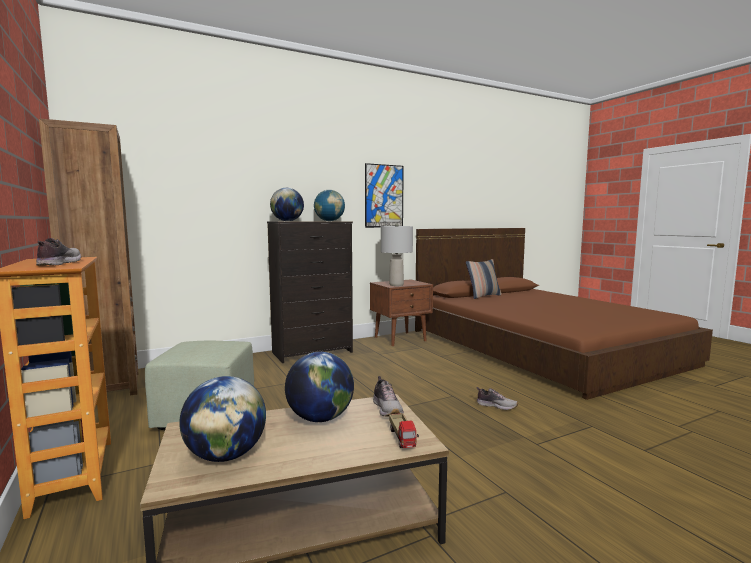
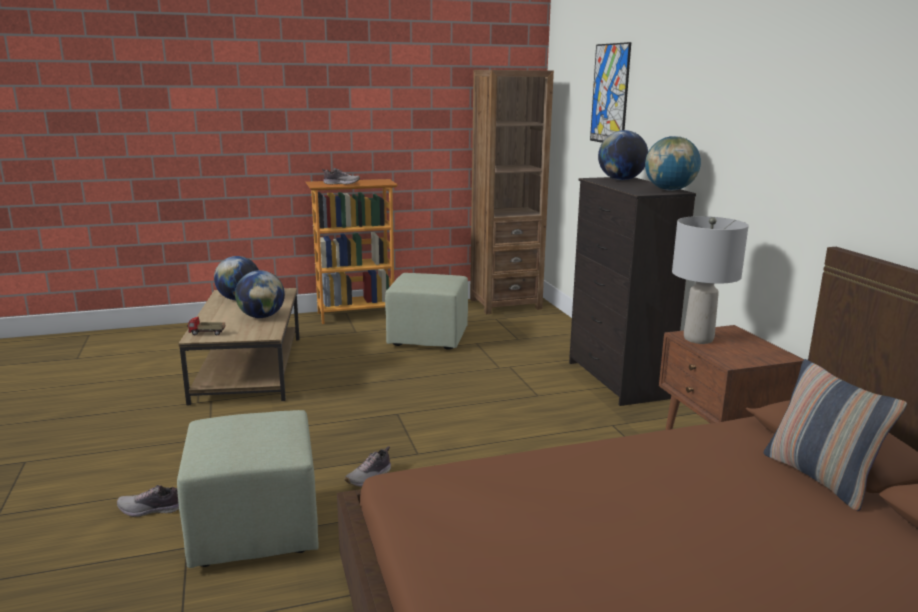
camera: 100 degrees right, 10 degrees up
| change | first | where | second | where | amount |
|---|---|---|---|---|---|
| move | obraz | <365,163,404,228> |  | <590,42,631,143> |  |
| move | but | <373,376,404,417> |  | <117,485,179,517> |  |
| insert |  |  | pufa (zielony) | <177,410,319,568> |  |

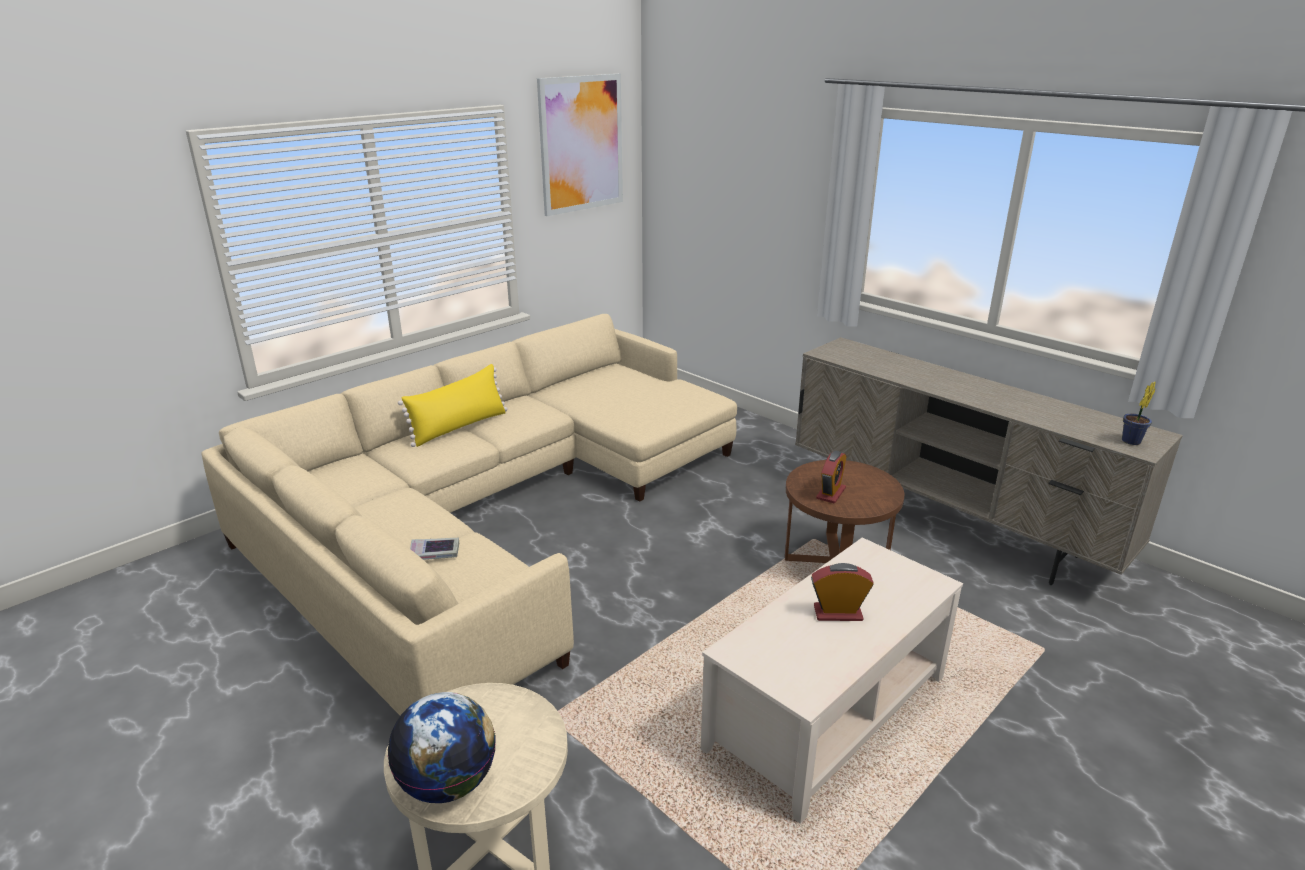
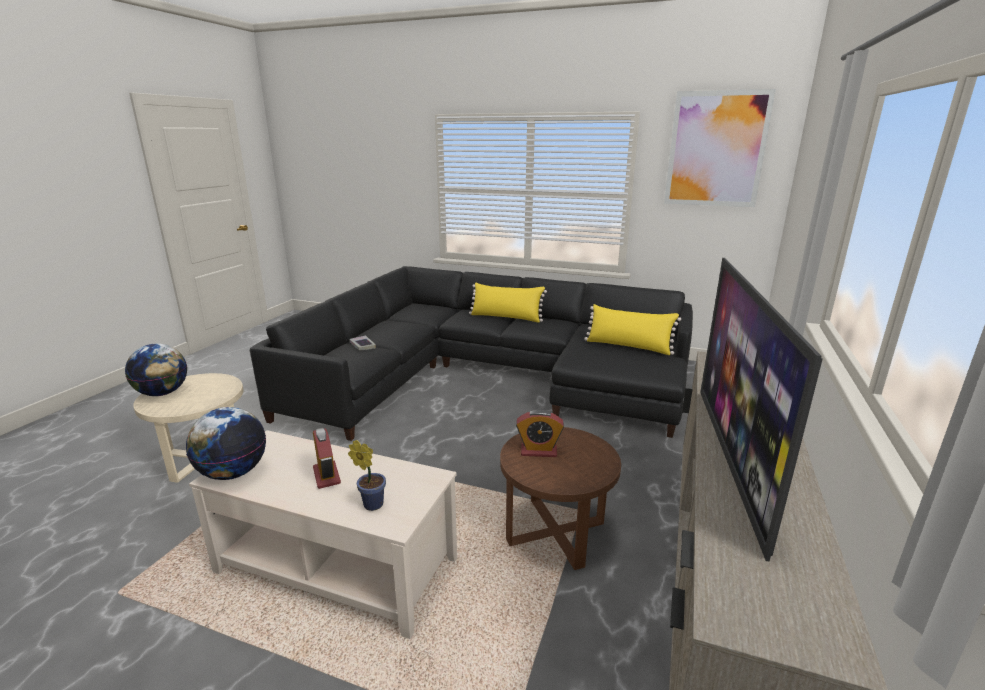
camera: 65 degrees right, 5 degrees down
| change | first | where | second | where | amount |
|---|---|---|---|---|---|
| recolor | kanapa (beżowy) | <201,314,737,716> | kanapa (czarny) | <250,266,693,441> |  |
| move | roślina doniczkowa | <1122,381,1156,445> |  | <348,440,386,511> |  |
| insert |  |  | telewizor | <700,258,823,561> |  |
| insert |  |  | poduszka (żółty) | <584,304,681,355> |  |
| insert |  |  | globus | <186,407,266,480> |  |

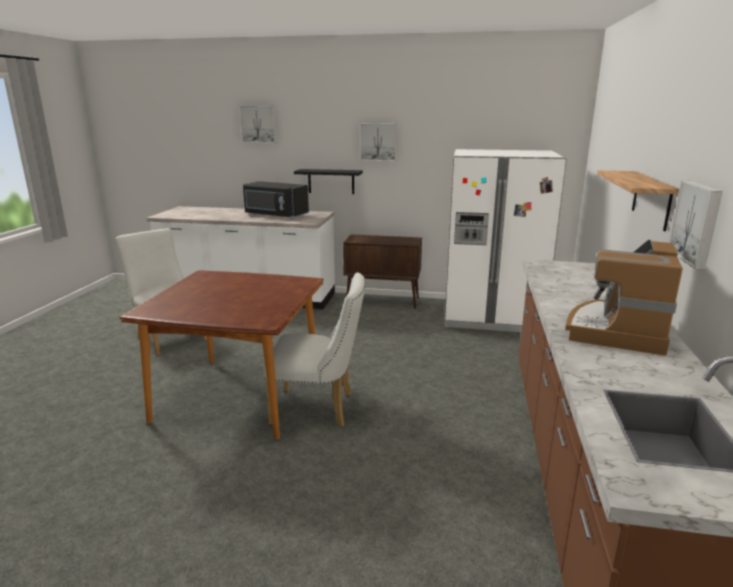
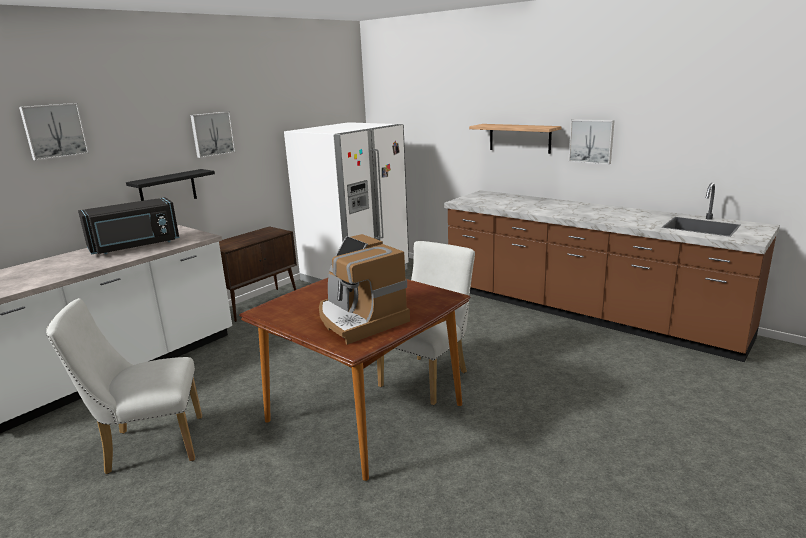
camera: 60 degrees left, 0 degrees up
| change | first | where | second | where | amount |
|---|---|---|---|---|---|
| move | ekspres do kawy | <565,240,683,356> |  | <319,234,410,345> |  |

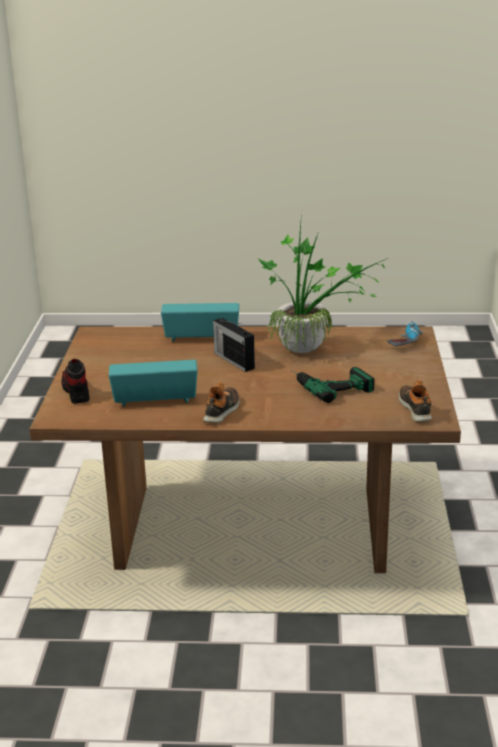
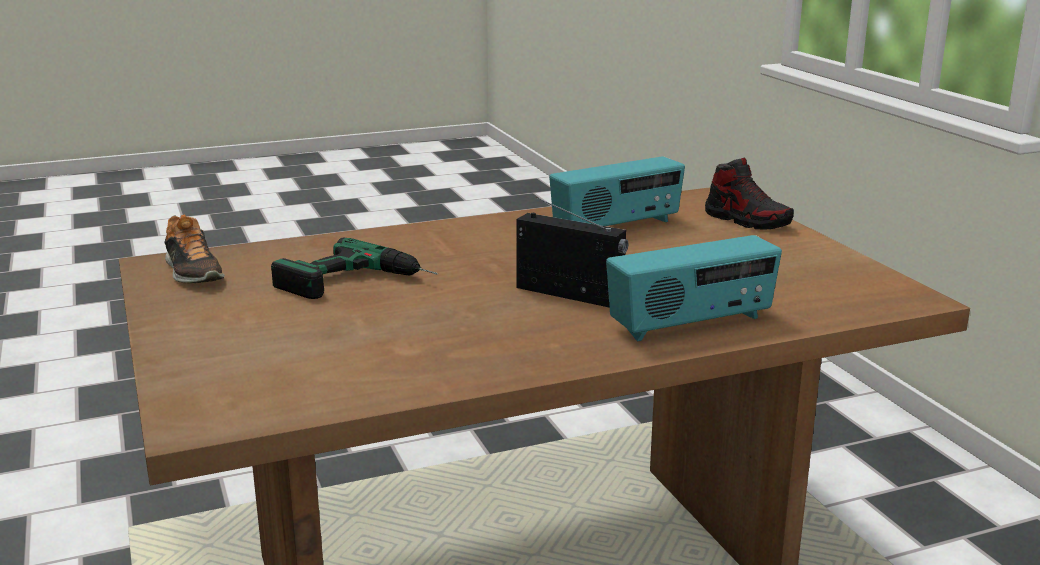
camera: 155 degrees right, 5 degrees down
| change | first | where | second | where | amount |
|---|---|---|---|---|---|
| delete | roślina doniczkowa | <258,212,388,354> |  |  |  |
| delete | wiertarka | <387,321,422,346> |  |  |  |
| delete | but | <203,382,240,424> |  |  |  |

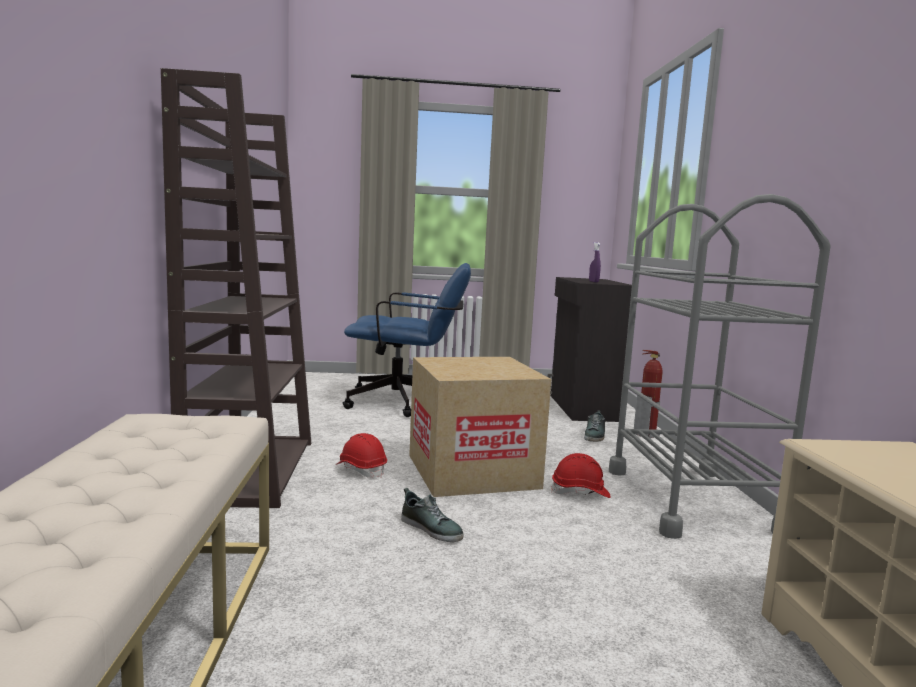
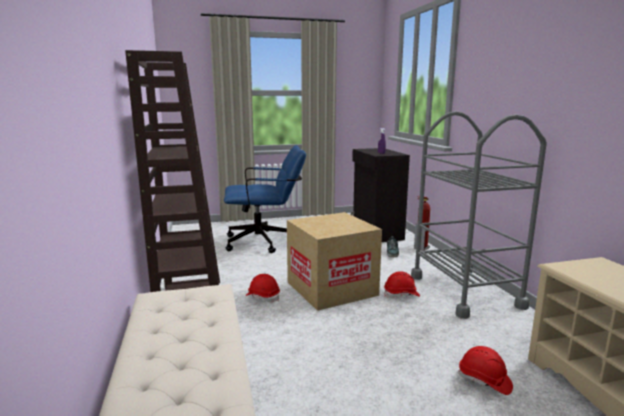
camera: 10 degrees left, 5 degrees up
| change | first | where | second | where | amount |
|---|---|---|---|---|---|
| delete | but | <401,488,463,542> |  |  |  |
| insert |  |  | kask (czerwony) | <458,346,513,395> |  |

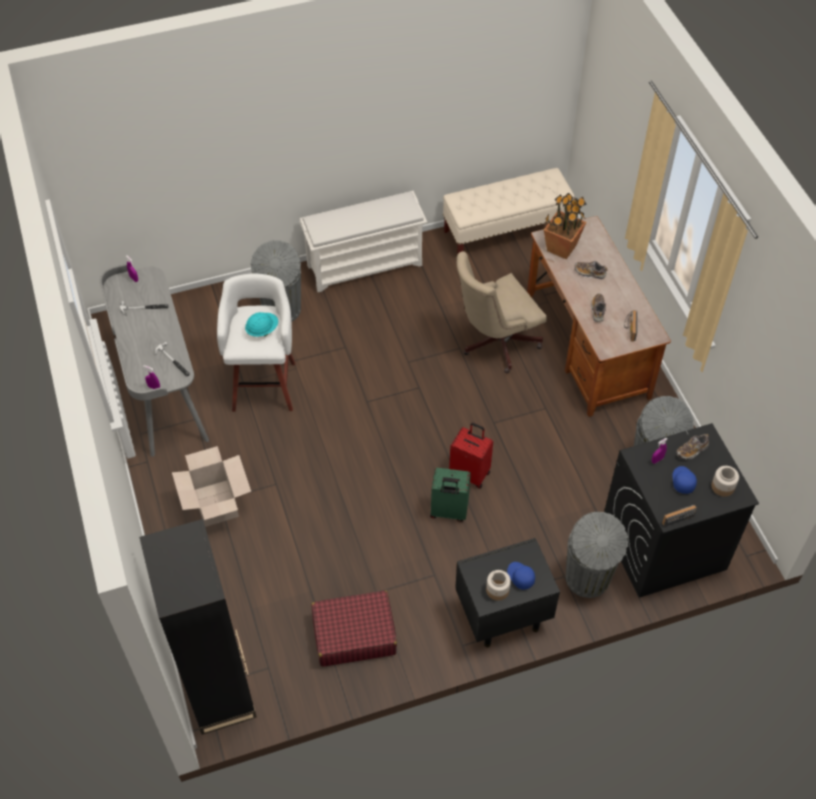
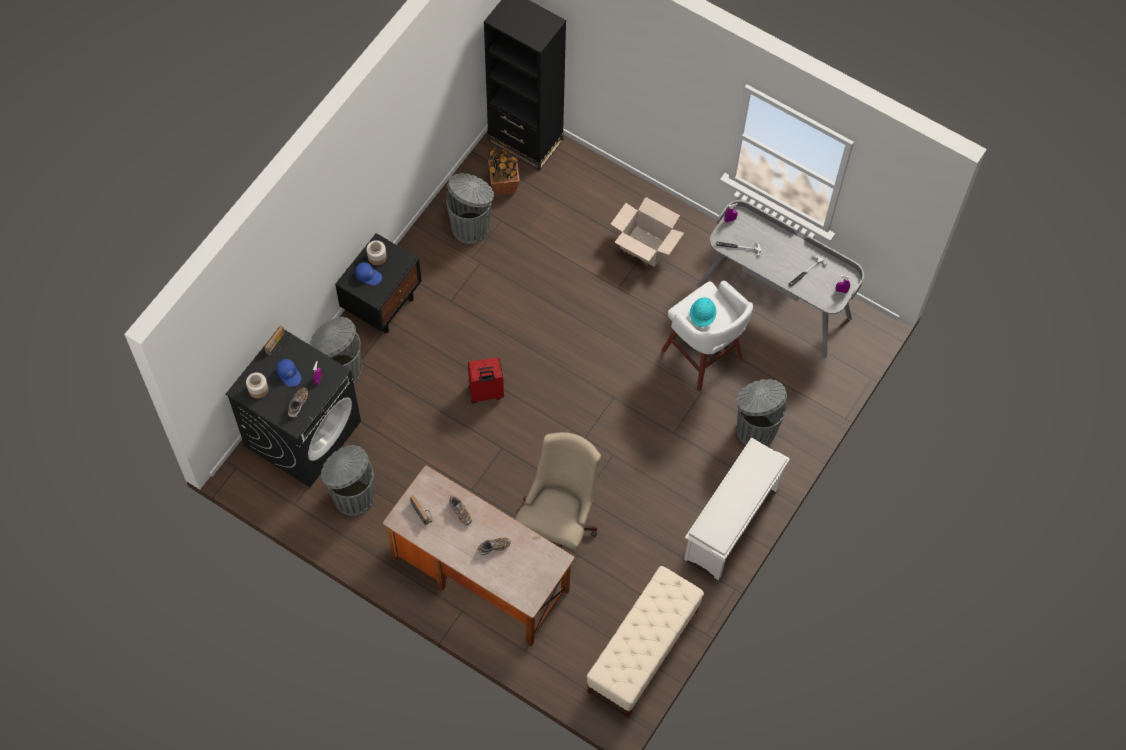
camera: 140 degrees right, 10 degrees up
| change | first | where | second | where | amount |
|---|---|---|---|---|---|
| move | roślina doniczkowa | <544,193,587,259> |  | <488,141,521,195> |  |
| delete | walizka (zielony) | <430,468,471,522> |  |  |  |
| replace | walizka (czerwony) | <311,590,397,667> | kosz na śmieci (szary) | <446,173,494,244> |  |

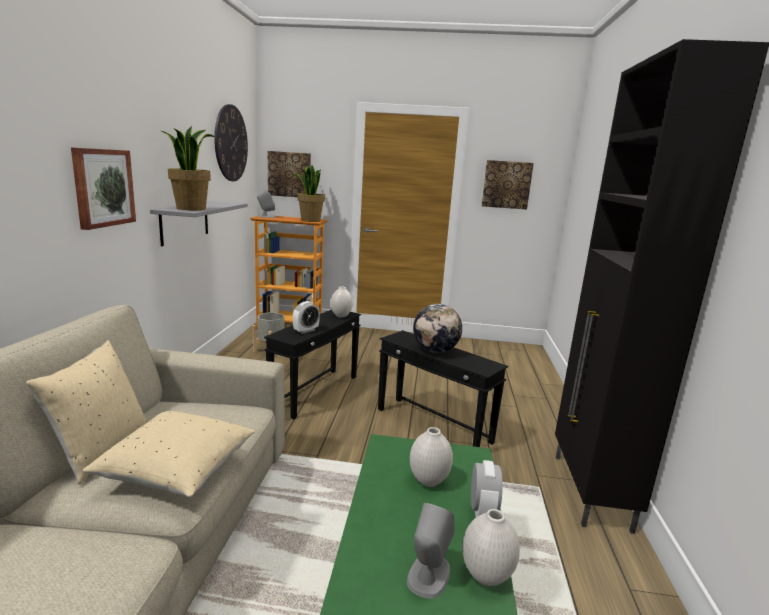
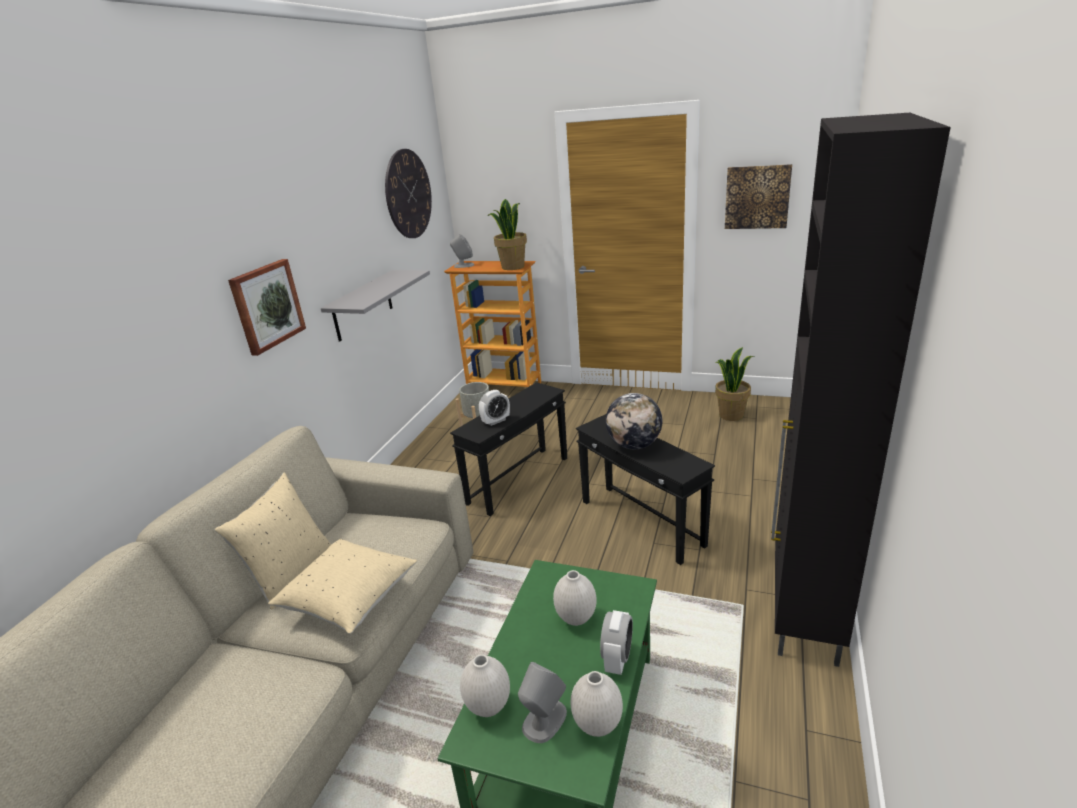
camera: 15 degrees right, 10 degrees up
| change | first | where | second | where | amount |
|---|---|---|---|---|---|
| move | roślina doniczkowa | <161,126,215,210> |  | <715,347,755,421> |  |
| delete | obraz | <268,151,311,197> |  |  |  |
| move | wazon (biały) | <331,286,353,318> |  | <460,654,510,717> |  |

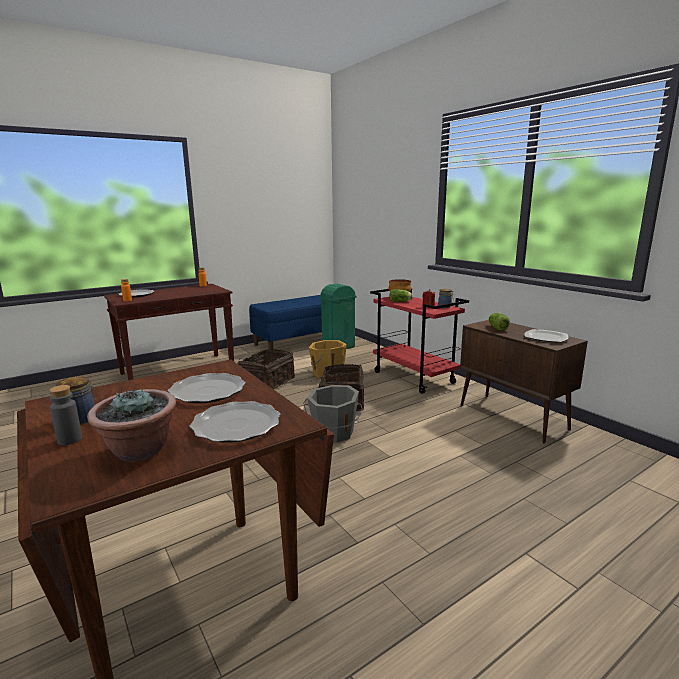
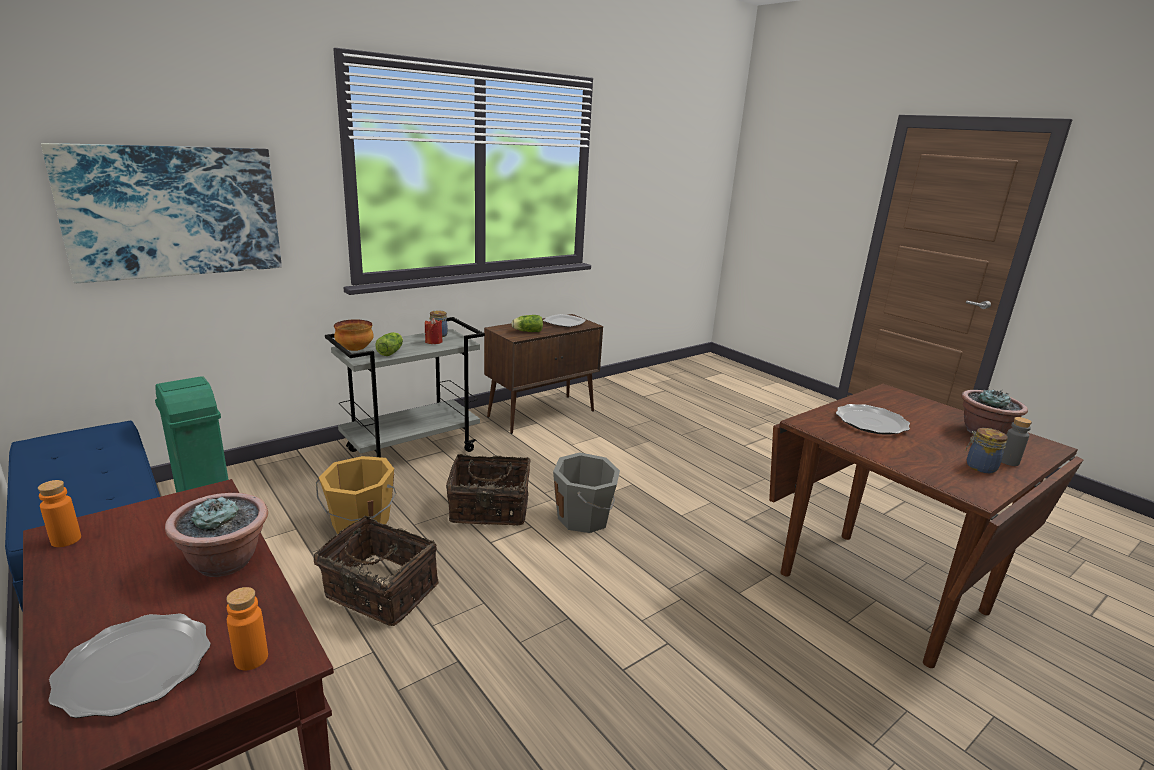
camera: 95 degrees left, 5 degrees up
| change | first | where | second | where | amount |
|---|---|---|---|---|---|
| recolor | wózek (czerwony) | <370,288,469,394> | wózek (szary) | <325,317,485,457> |  |
| delete | talerz | <190,401,280,443> |  |  |  |
| insert |  |  | obraz | <41,143,282,283> |  |
| insert |  |  | roślina doniczkowa | <165,493,268,577> |  |

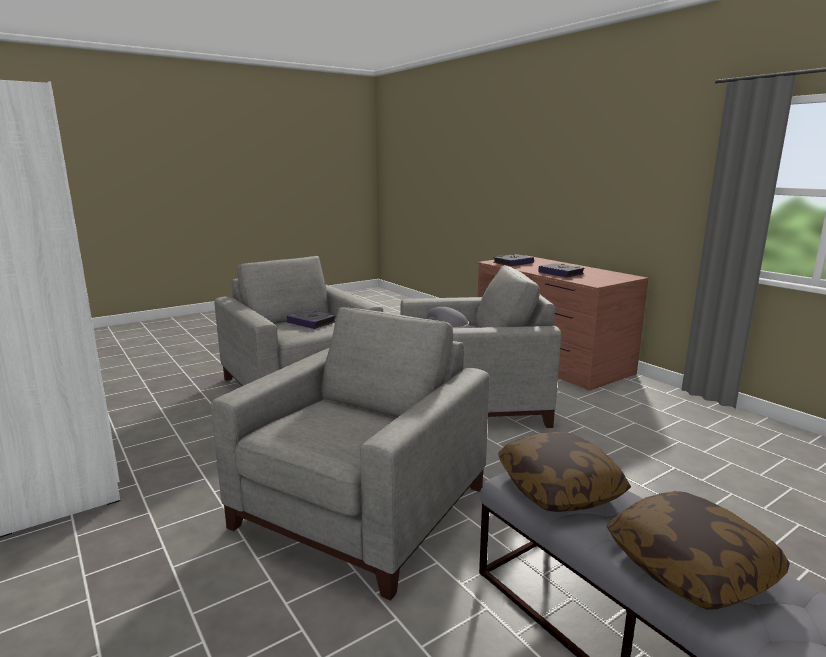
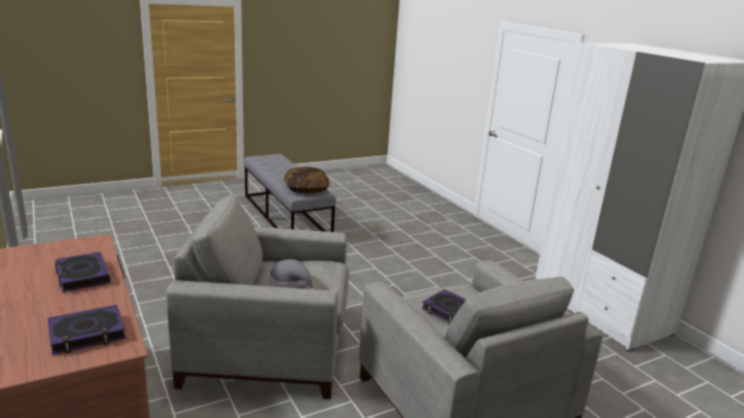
camera: 175 degrees left, 5 degrees up
| change | first | where | second | where | amount |
|---|---|---|---|---|---|
| delete | fotel (szary) | <211,307,489,601> |  |  |  |
| delete | poduszka | <607,491,790,610> |  |  |  |

